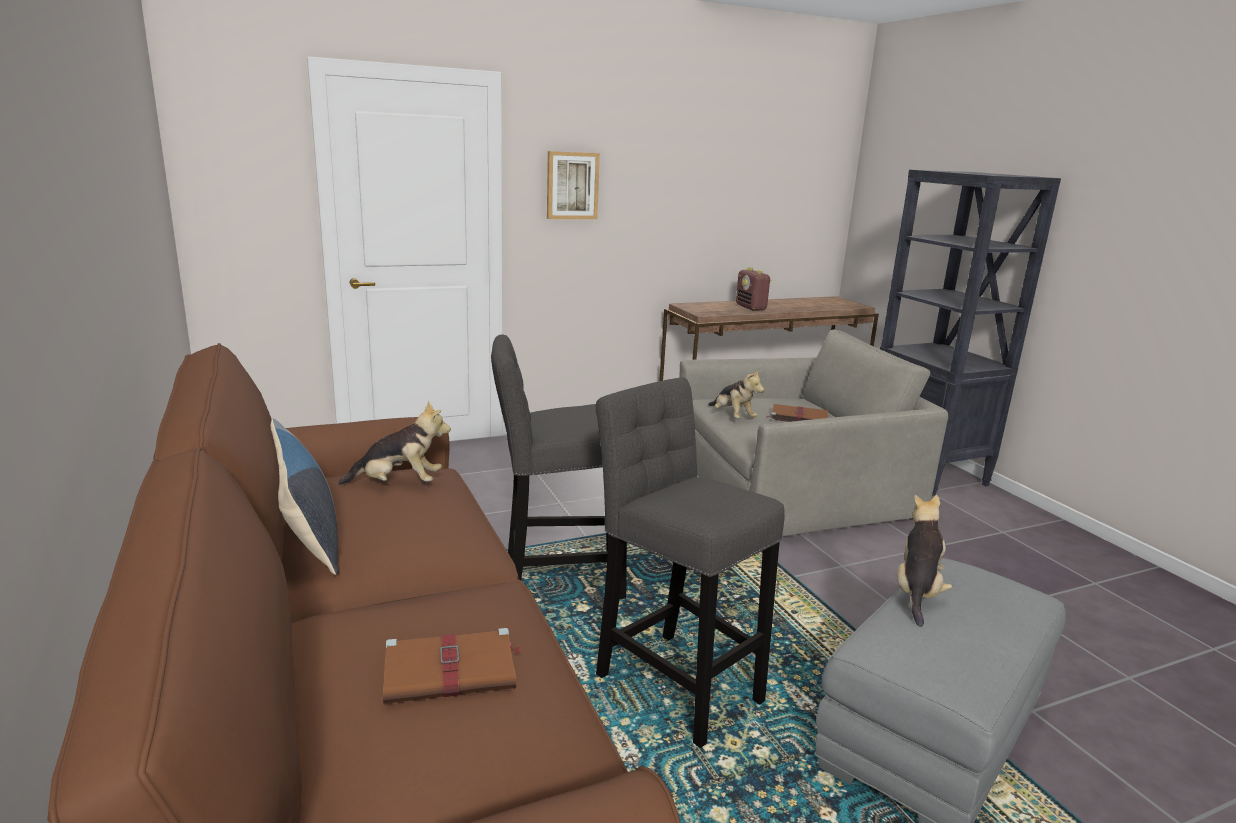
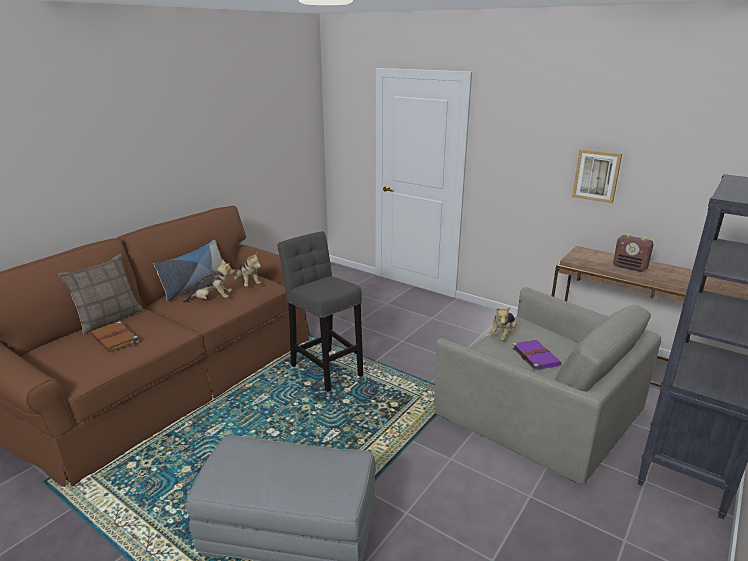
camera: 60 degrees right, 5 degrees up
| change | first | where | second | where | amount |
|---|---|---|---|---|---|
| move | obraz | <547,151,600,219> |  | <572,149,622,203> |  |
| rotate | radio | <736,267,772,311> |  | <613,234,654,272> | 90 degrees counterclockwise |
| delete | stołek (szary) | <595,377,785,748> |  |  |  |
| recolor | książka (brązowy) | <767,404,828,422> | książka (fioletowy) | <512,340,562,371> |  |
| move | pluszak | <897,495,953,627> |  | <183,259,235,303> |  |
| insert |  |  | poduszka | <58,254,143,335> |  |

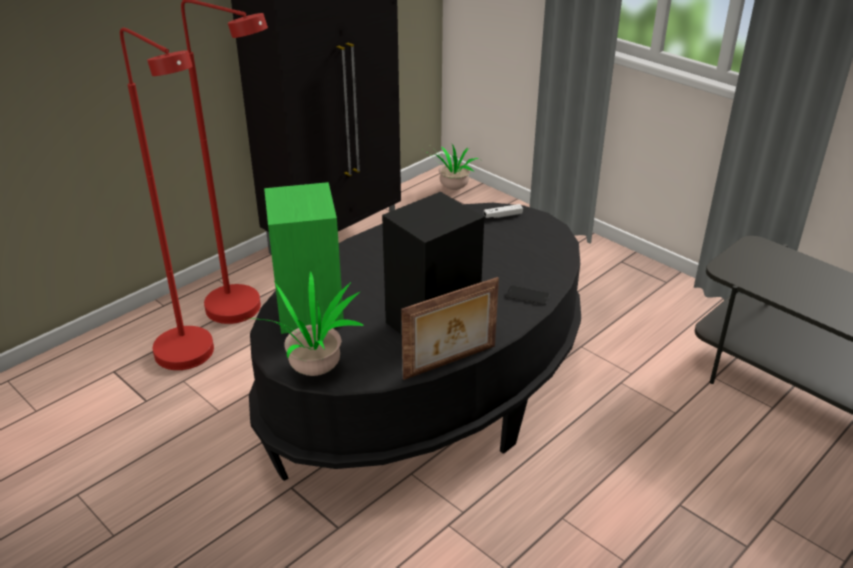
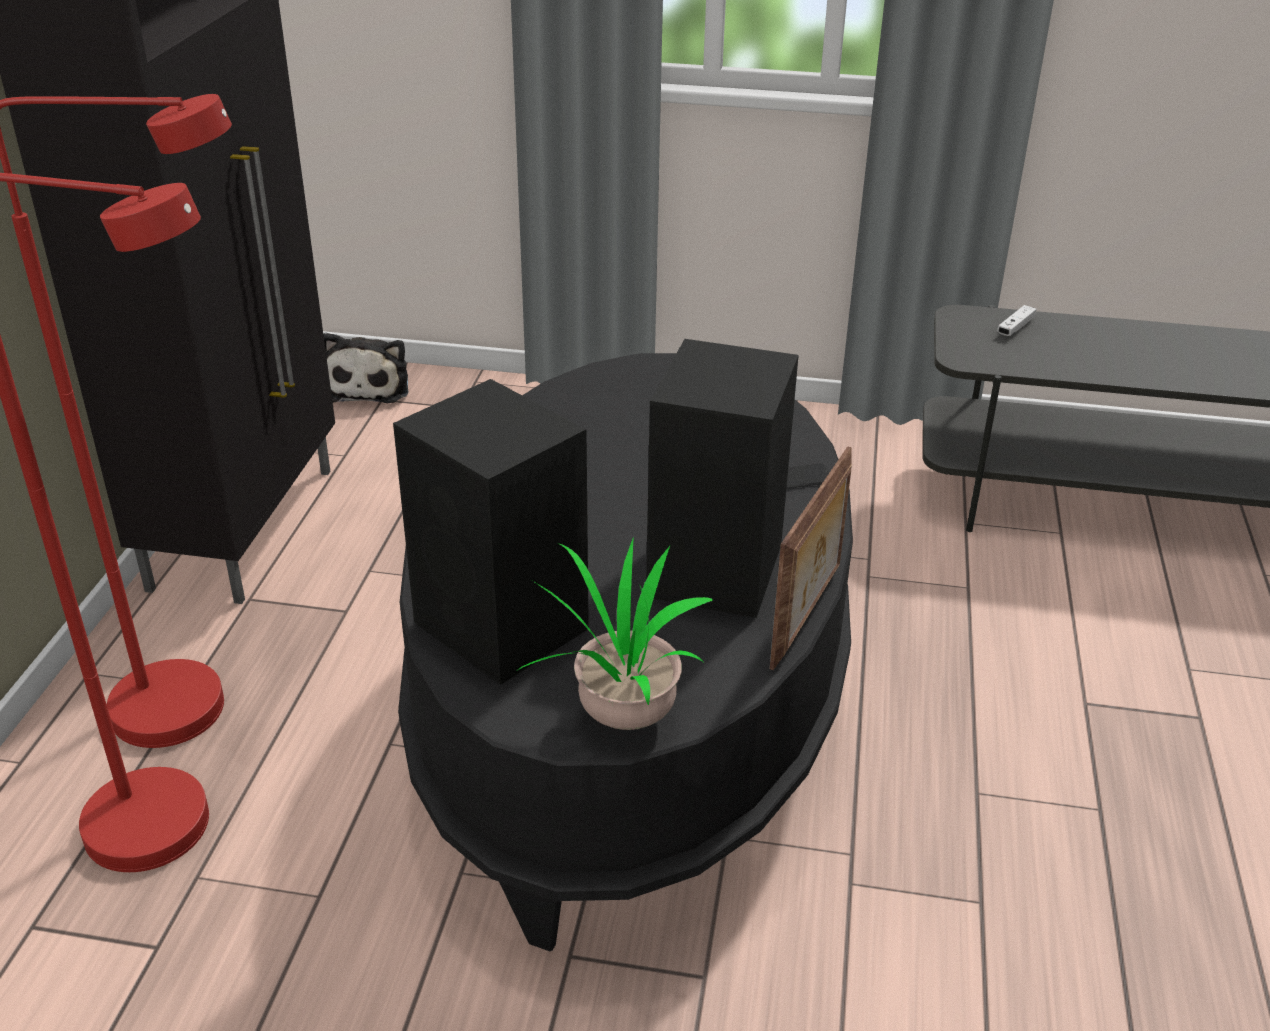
camera: 35 degrees left, 0 degrees up
| change | first | where | second | where | amount |
|---|---|---|---|---|---|
| replace | roślina doniczkowa | <427,144,480,190> | pluszak | <323,332,408,403> |  |
| recolor | głośnik (zielony) | <264,182,344,334> | głośnik (czarny) | <393,379,589,685> |  |
| move | pad do gier (biały) | <484,204,523,218> |  | <997,305,1037,336> |  |

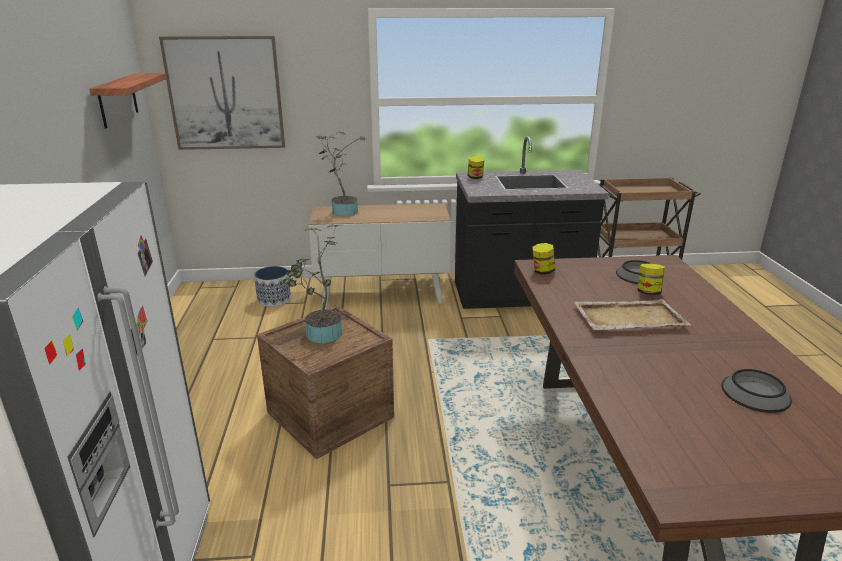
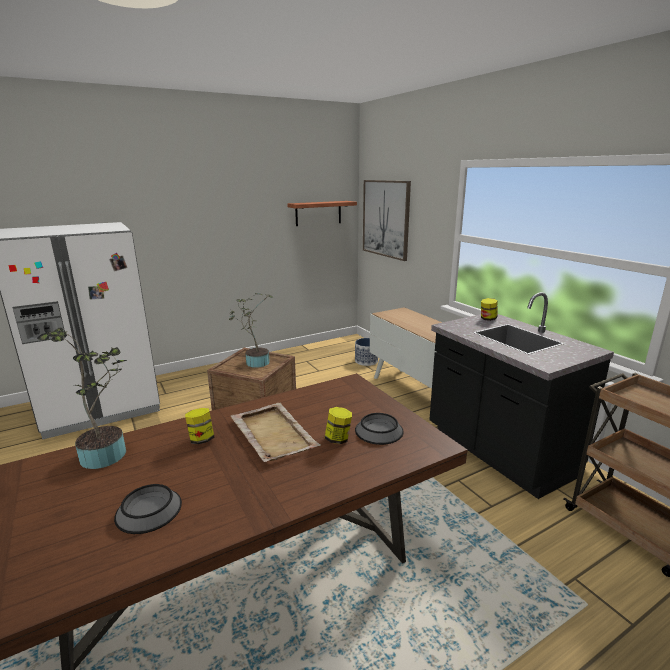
camera: 65 degrees right, 5 degrees down
| change | first | where | second | where | amount |
|---|---|---|---|---|---|
| move | roślina doniczkowa | <316,132,366,216> |  | <37,328,127,469> |  |
| move | słoik | <532,243,555,275> |  | <185,408,215,444> |  |

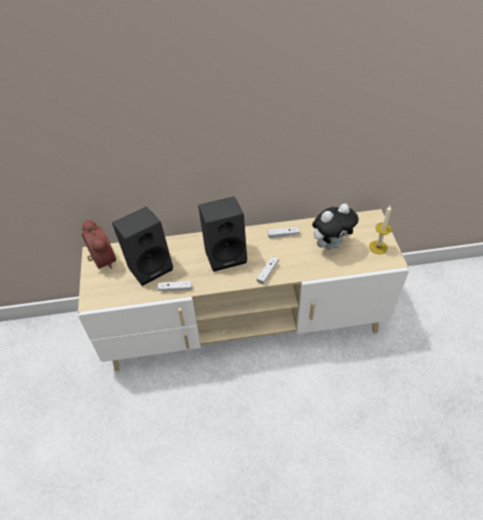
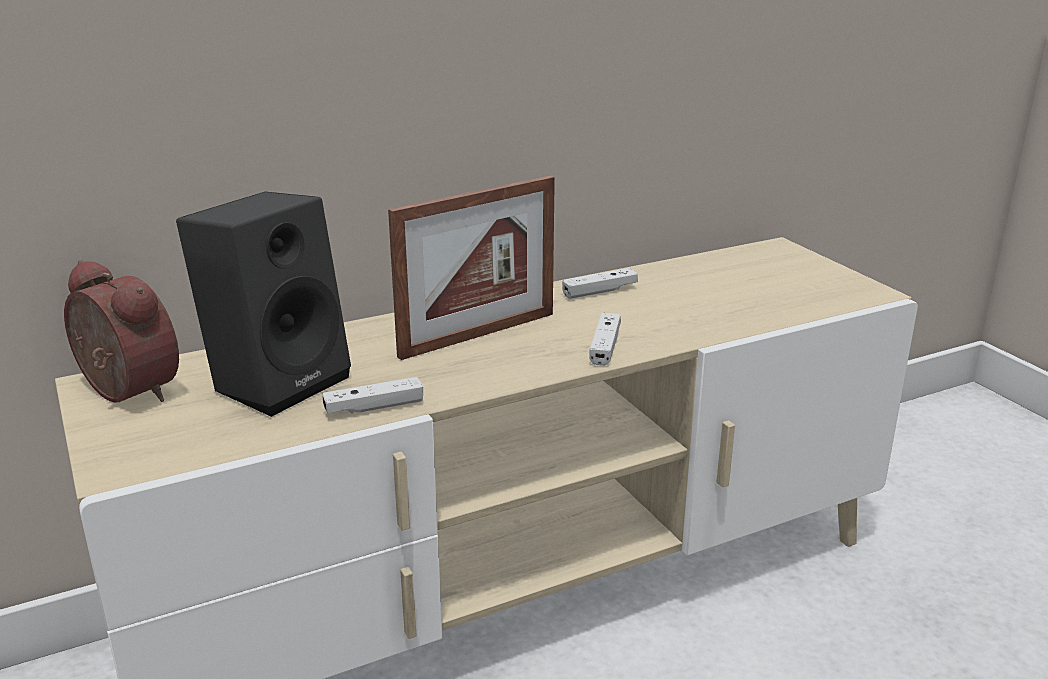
camera: 20 degrees left, 25 degrees down
| change | first | where | second | where | amount |
|---|---|---|---|---|---|
| replace | głośnik (czarny) | <198,196,247,272> | ramka na zdjęcie | <388,175,555,360> |  |
| delete | pluszak | <312,204,358,250> |  |  |  |
| delete | świeca | <369,206,392,254> |  |  |  |

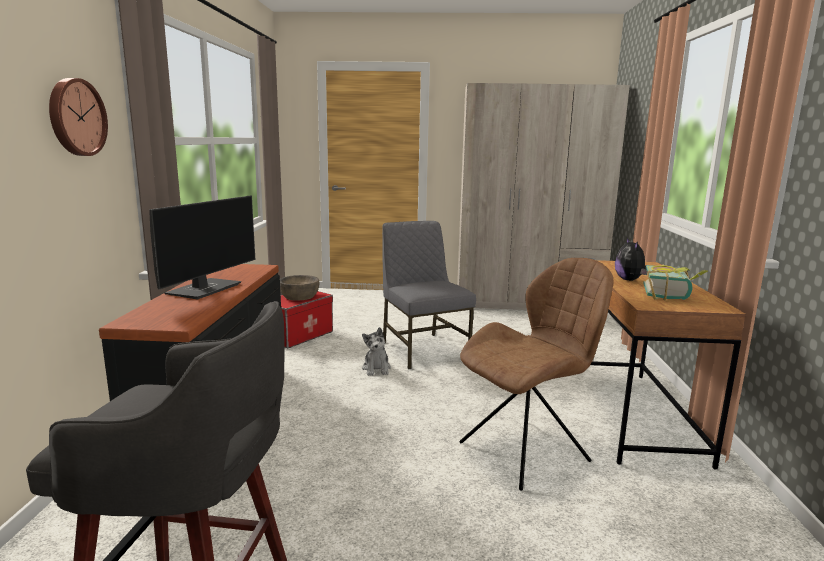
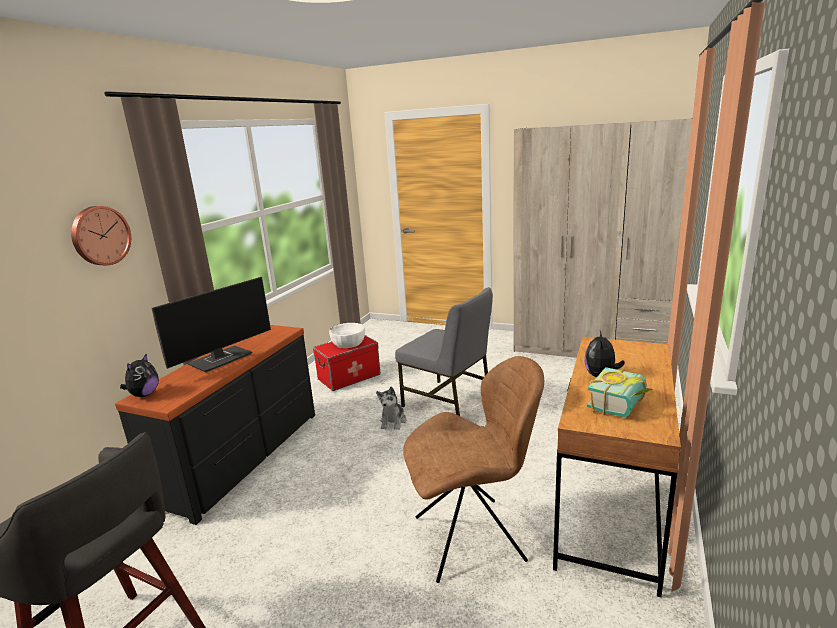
camera: 20 degrees right, 5 degrees up
| change | first | where | second | where | amount |
|---|---|---|---|---|---|
| rotate | krzesło (szary) | <382,221,476,369> |  | <395,287,493,416> | 135 degrees clockwise |
| recolor | miska (brązowy) | <280,275,319,300> | miska (biały) | <329,323,365,348> |  |
| insert |  |  | pluszak | <120,353,159,397> |  |

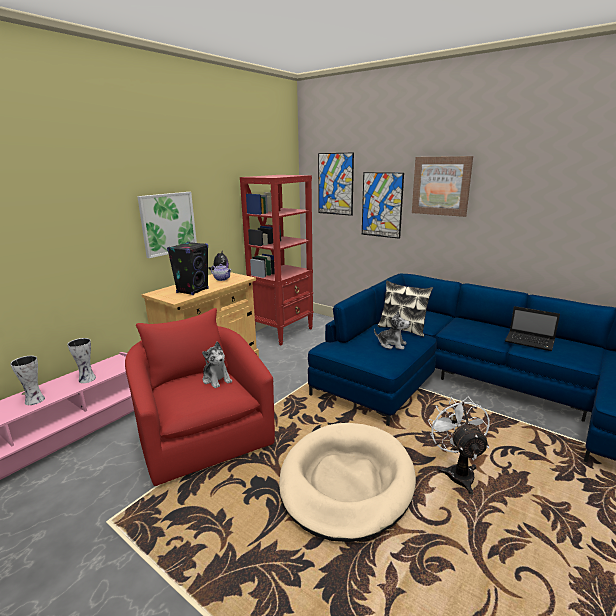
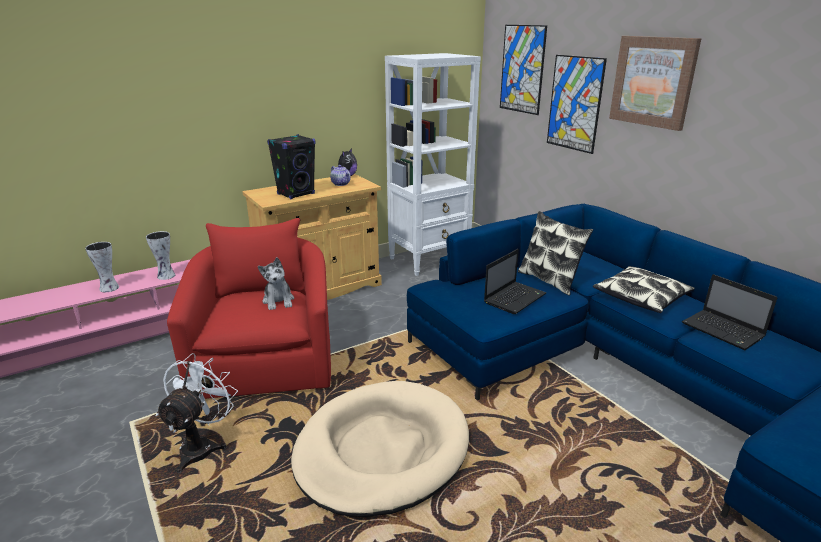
camera: 20 degrees right, 5 degrees up
| change | first | where | second | where | amount |
|---|---|---|---|---|---|
| recolor | regał (czerwony) | <240,175,313,345> | regał (biały) | <385,53,481,276> |  |
| delete | obraz | <137,192,197,258> |  |  |  |
| replace | pluszak | <374,310,410,350> | laptop | <484,249,547,314> |  |
| move | wentylator (biały) | <428,397,490,495> |  | <155,353,238,473> |  |
| insert |  |  | poduszka | <593,266,695,313> |  |

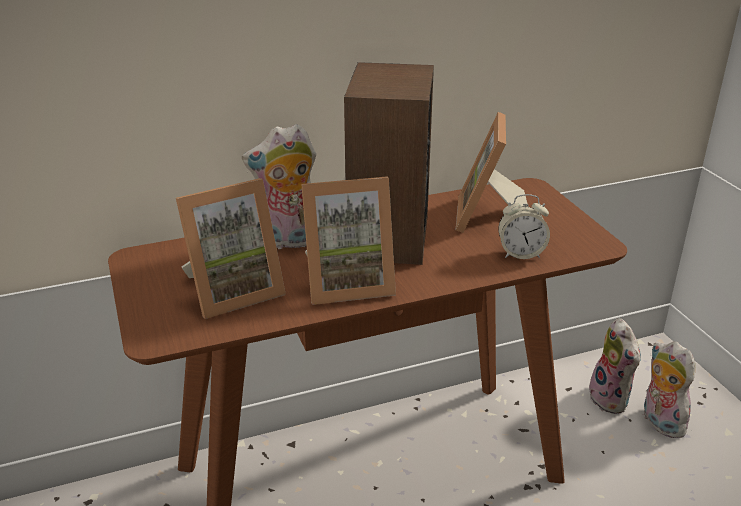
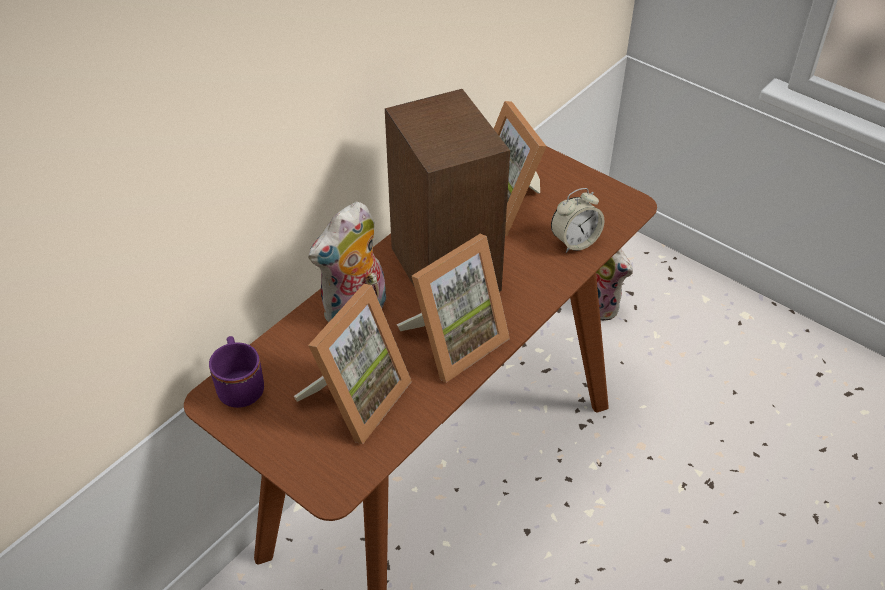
camera: 30 degrees left, 15 degrees up
| change | first | where | second | where | amount |
|---|---|---|---|---|---|
| delete | pluszak | <644,341,695,438> |  |  |  |
| insert |  |  | kubek (fioletowy) | <209,336,264,408> |  |

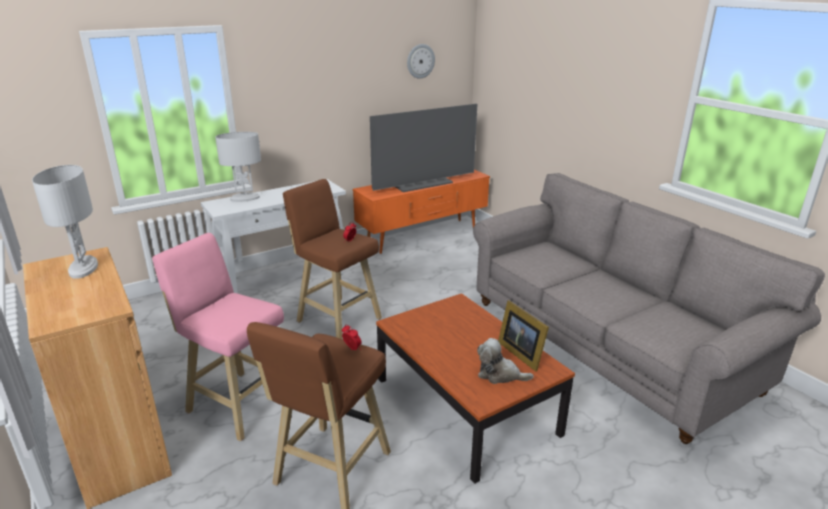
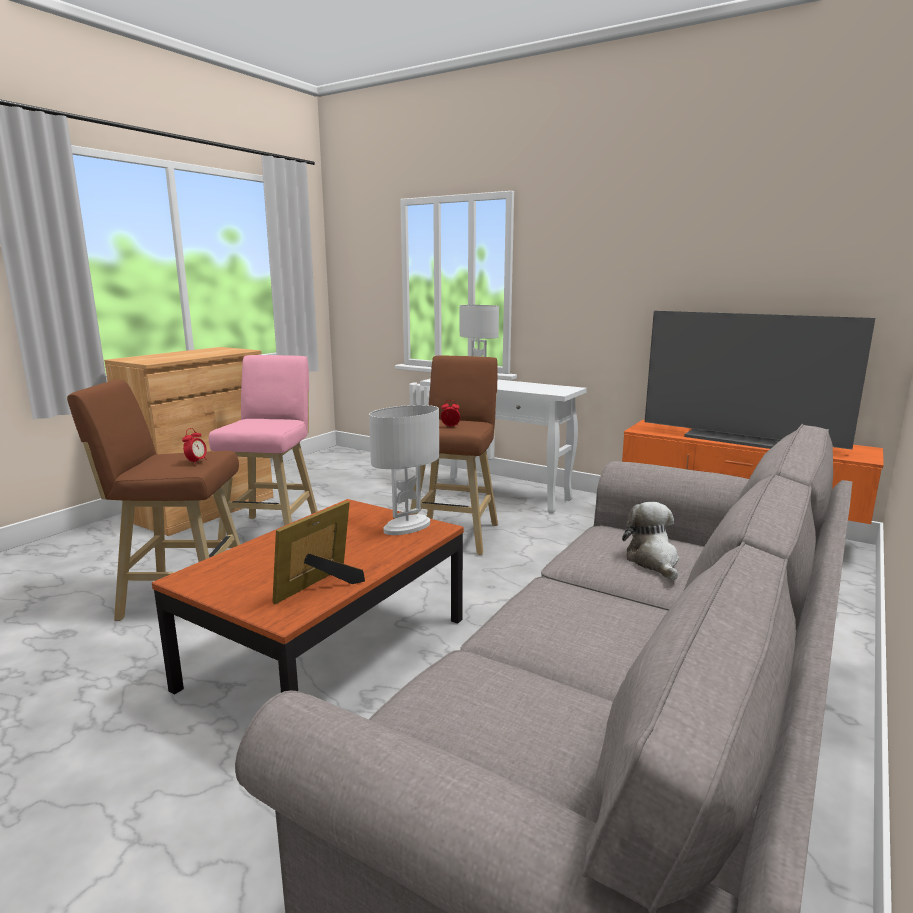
camera: 65 degrees right, 10 degrees down
| change | first | where | second | where | amount |
|---|---|---|---|---|---|
| delete | zegar ścienny | <407,44,435,79> |  |  |  |
| move | lampa stołowa (biały) | <32,165,98,279> |  | <369,405,439,535> |  |
| move | pluszak | <477,338,534,384> |  | <622,502,679,580> |  |

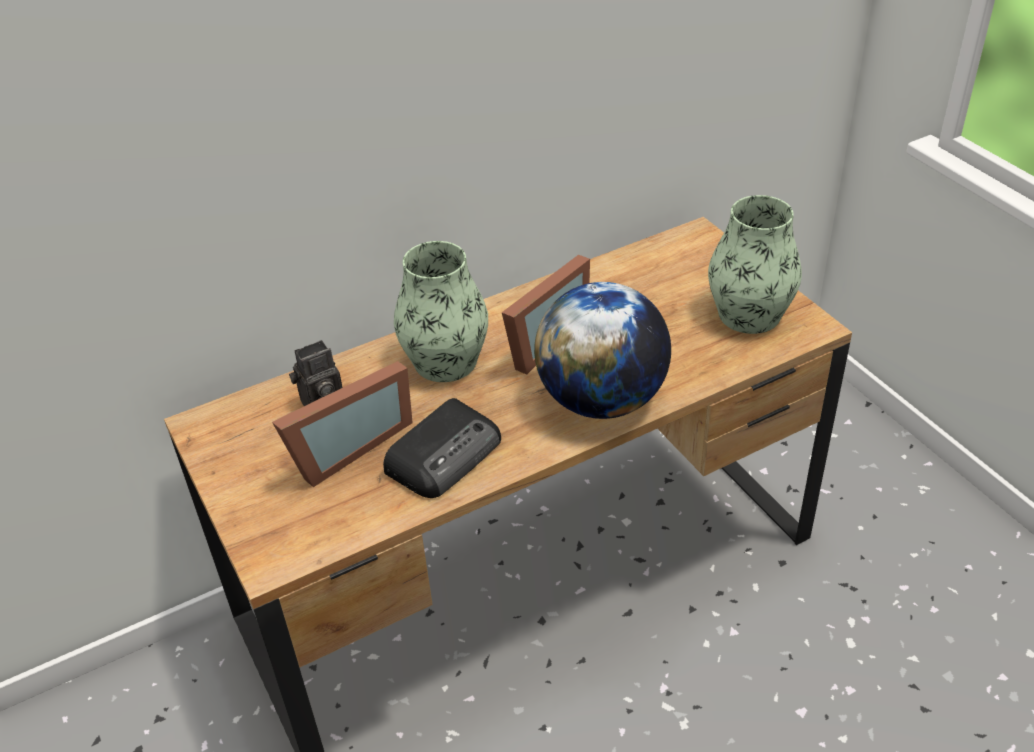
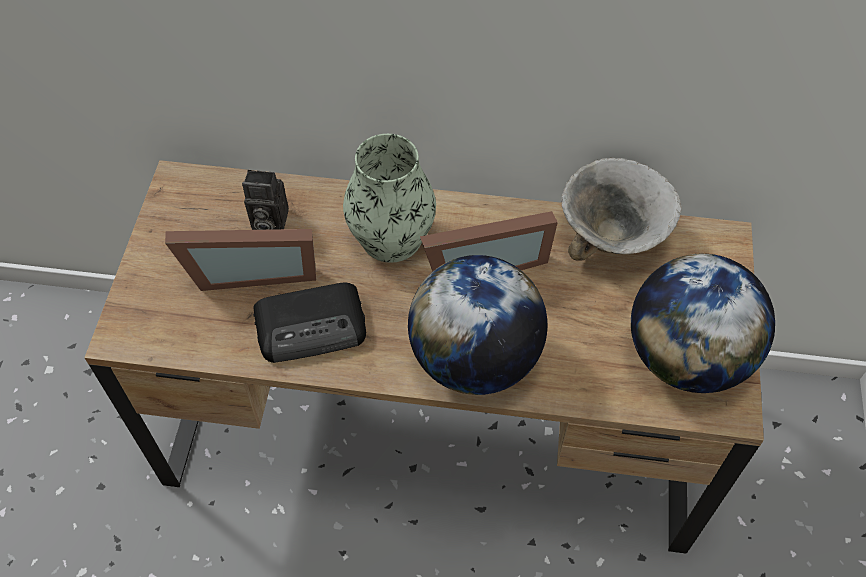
camera: 35 degrees right, 15 degrees up
| change | first | where | second | where | amount |
|---|---|---|---|---|---|
| replace | wazon | <708,195,802,334> | globus | <631,254,775,393> |  |
| insert |  |  | miska | <561,158,682,261> |  |

